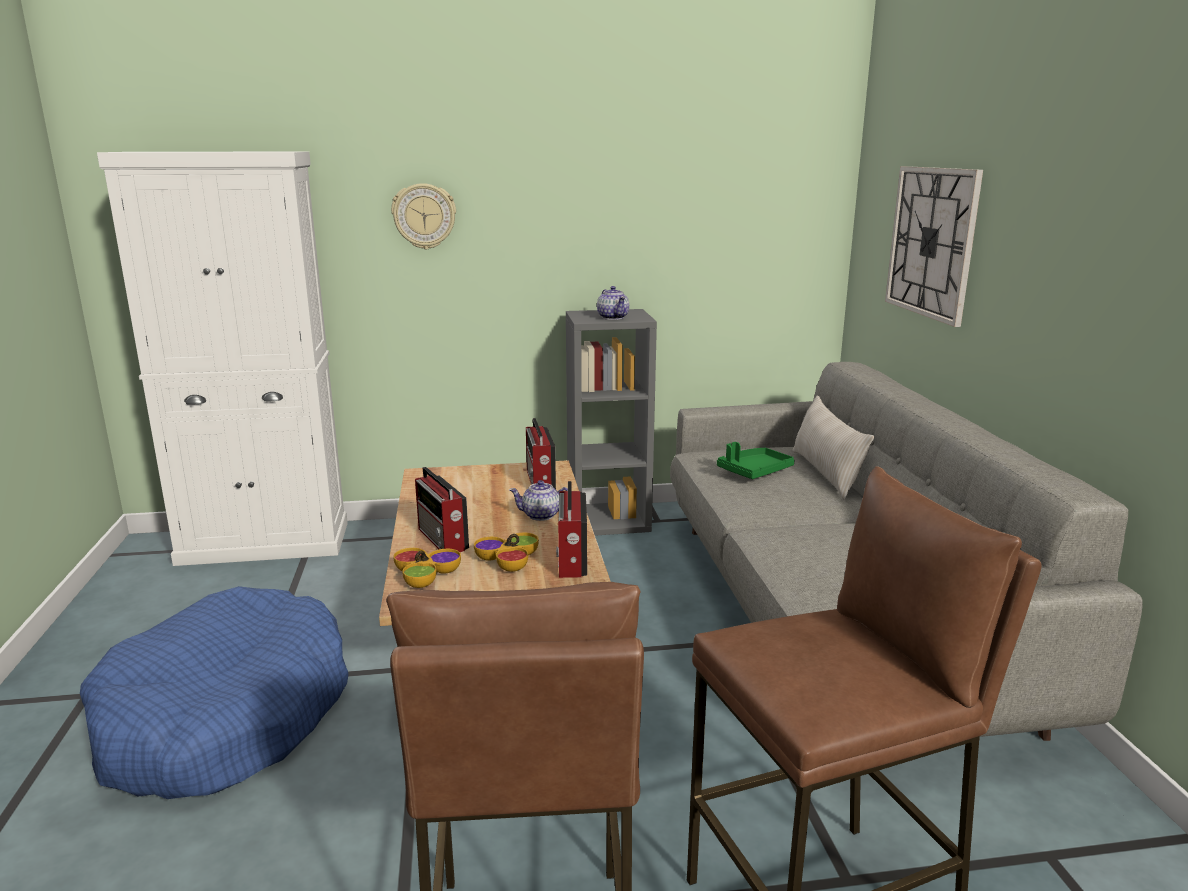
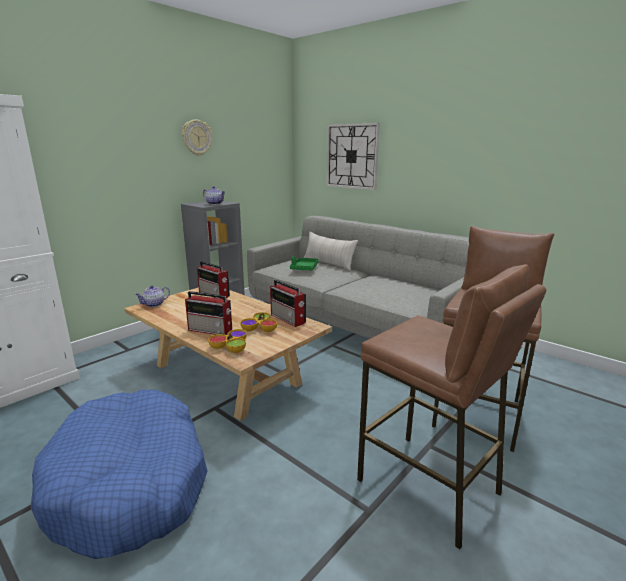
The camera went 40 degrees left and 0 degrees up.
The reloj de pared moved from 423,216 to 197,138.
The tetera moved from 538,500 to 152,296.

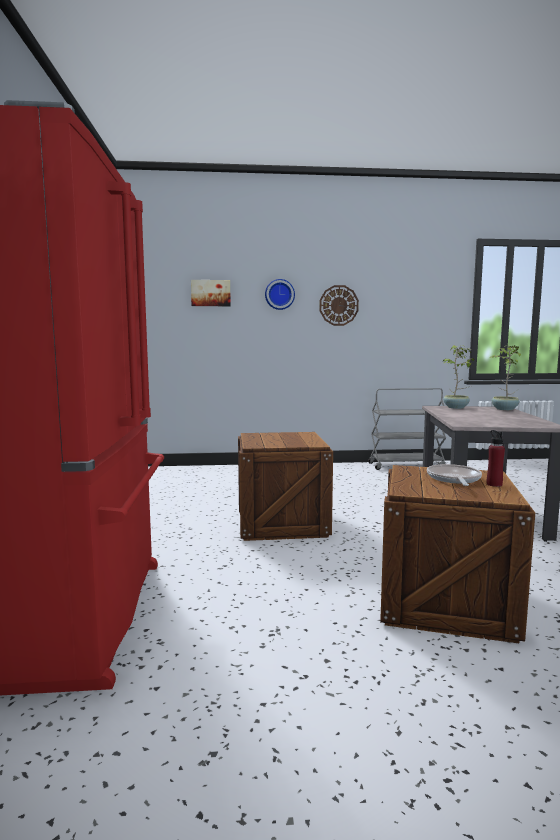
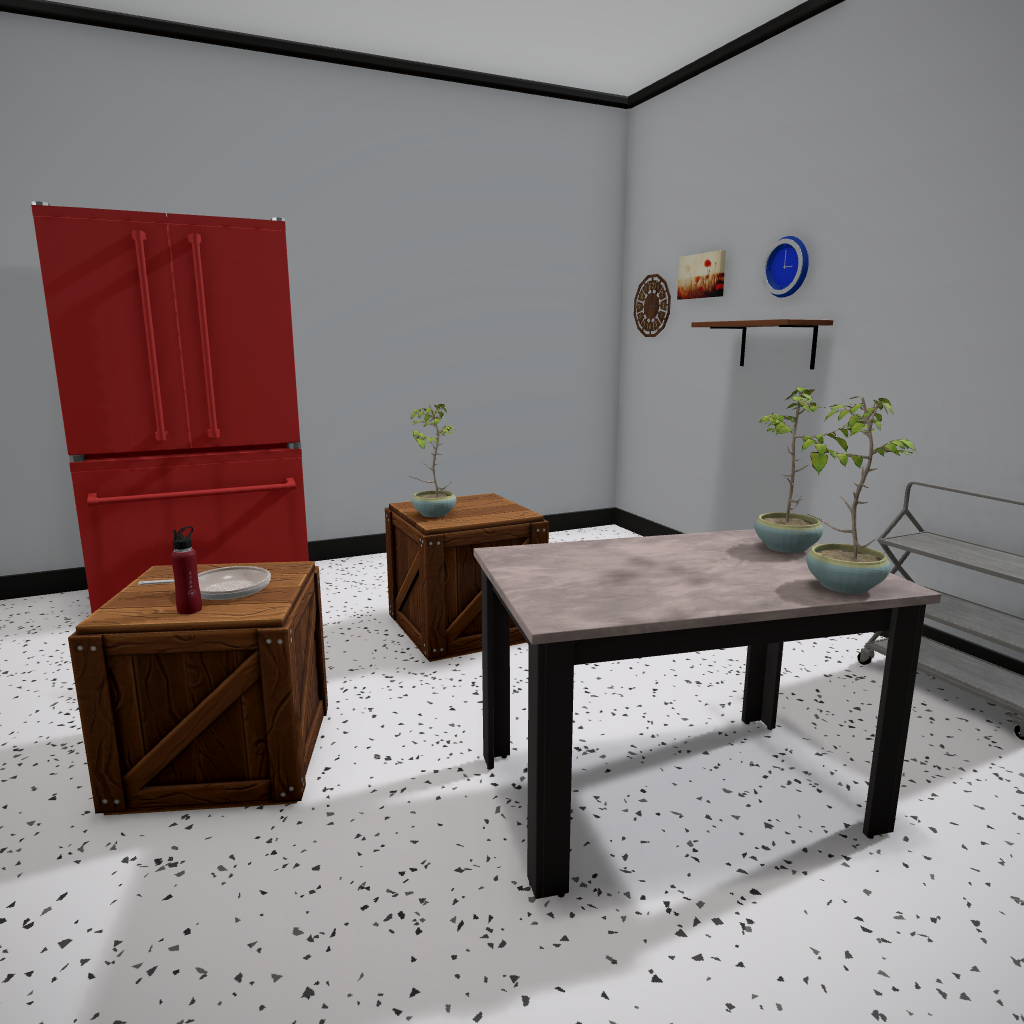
The camera went 70 degrees right and 5 degrees up.
The reloj de pared moved from 339,305 to 652,305.
The planta en maceta at 433,460 appeared.
The estante [marrón] at 762,344 appeared.

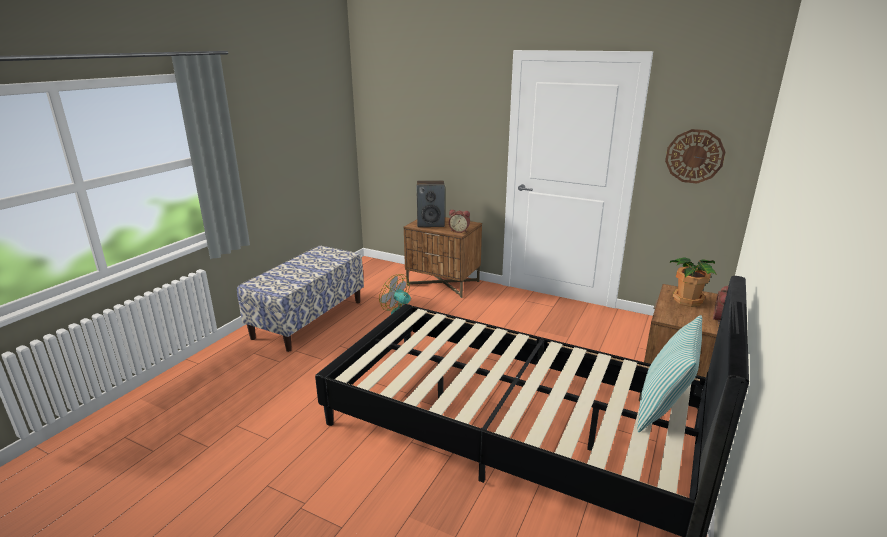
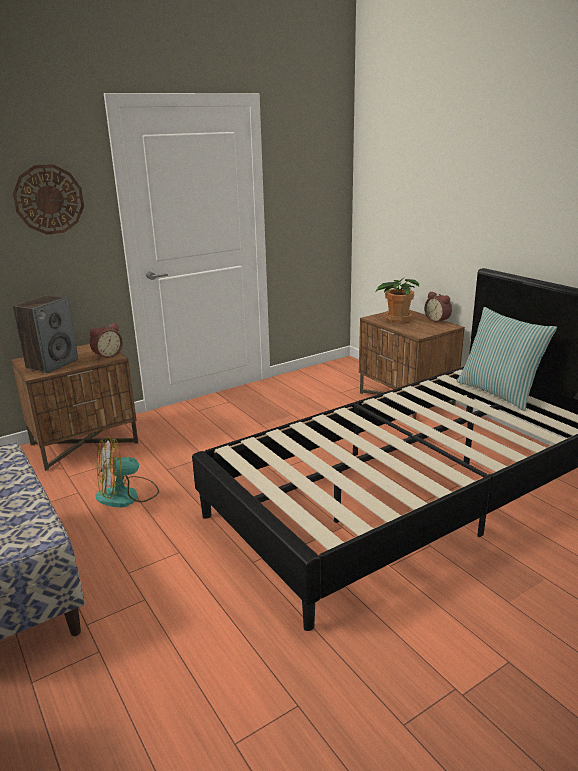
The camera went 60 degrees left and 0 degrees up.
The reloj de pared moved from 695,156 to 48,199.

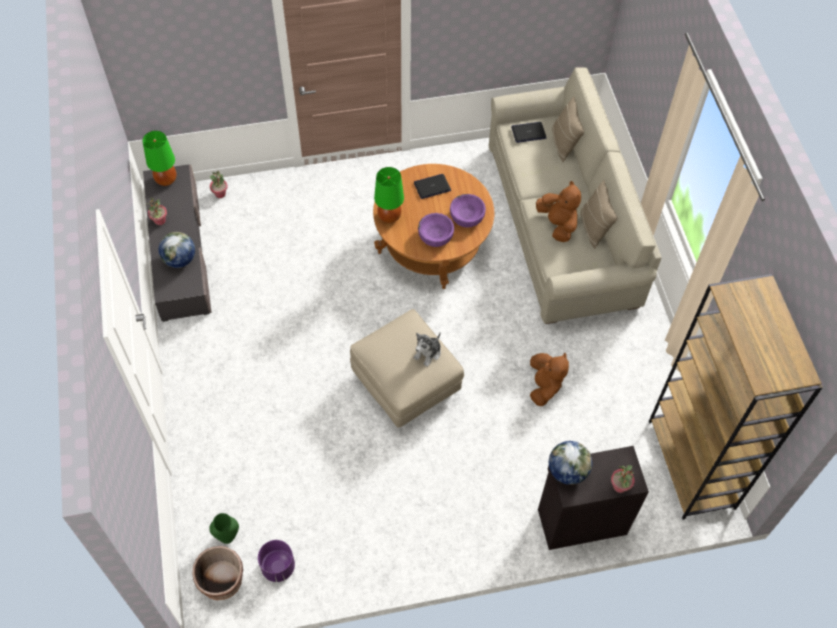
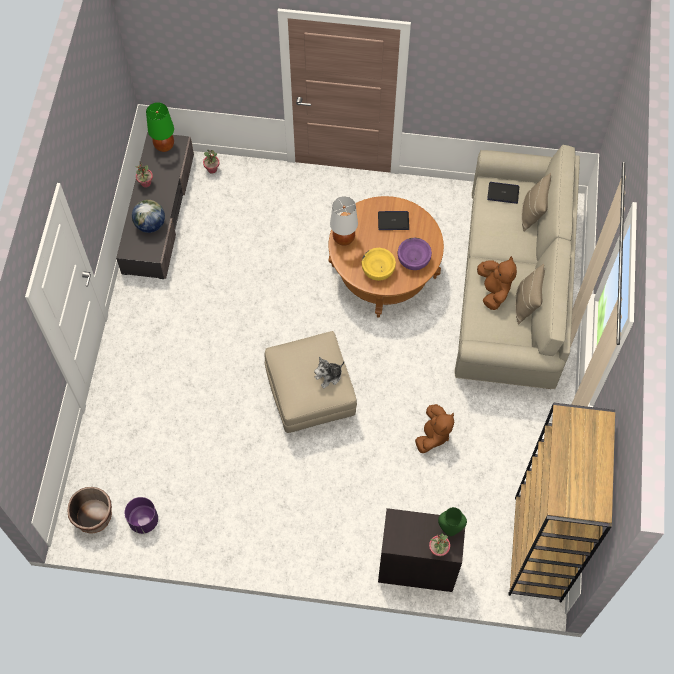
The camera went 20 degrees right and 5 degrees up.
The florero [verde] moved from 224,528 to 452,521.
The lámpara de mesa [verde] at 389,195 became the lámpara de mesa [blanco] at 344,221.
The cuenco [morado] at 436,230 became the cuenco [amarillo] at 378,264.
The globo terráqueo at 570,463 disappeared.

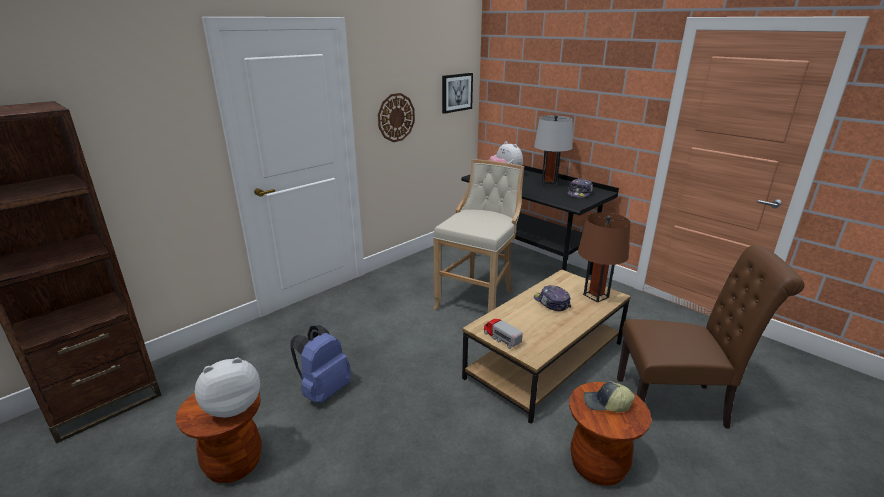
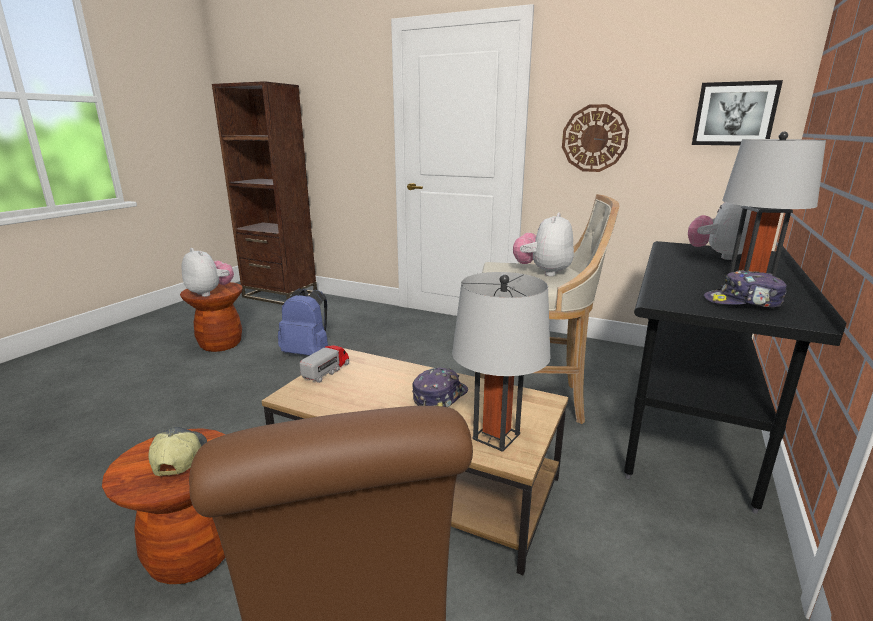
The camera went 70 degrees right and 5 degrees down.
The lámpara de mesa [marrón] at 604,257 became the lámpara de mesa [gris] at 501,362.
The peluche at 543,244 appeared.

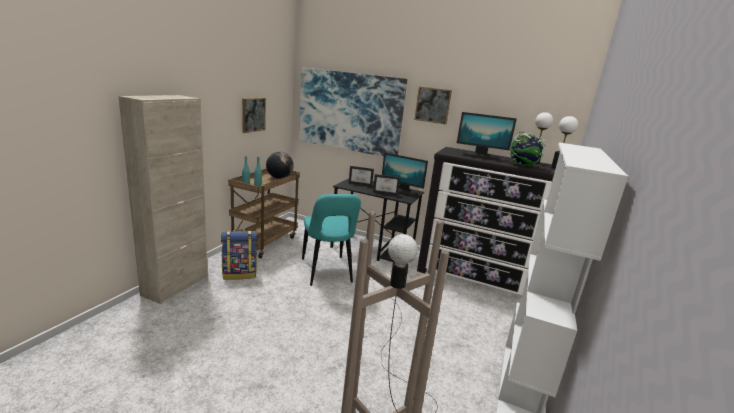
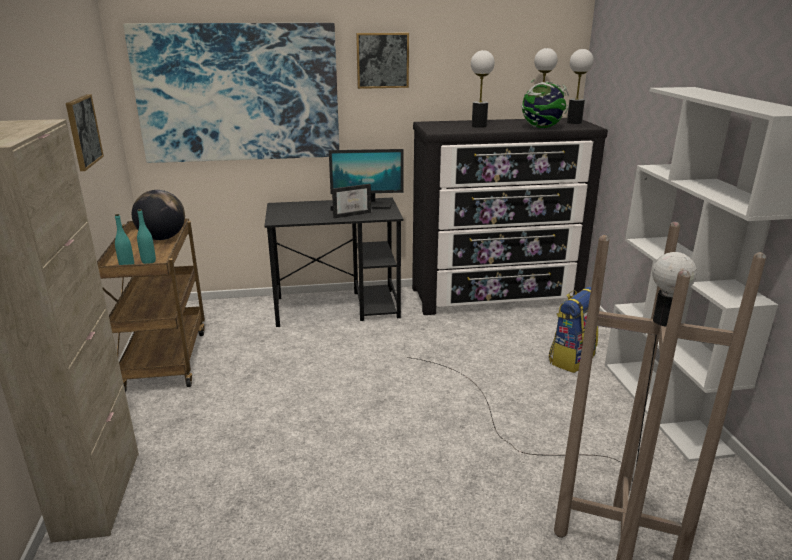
The camera went 30 degrees left and 5 degrees up.
The mochila moved from 239,254 to 573,330.
The silla [turquesa] at 331,240 disappeared.
The portarretratos at 361,176 disappeared.
The monitor at 487,136 was replaced by the lámpara de mesa at 483,89.

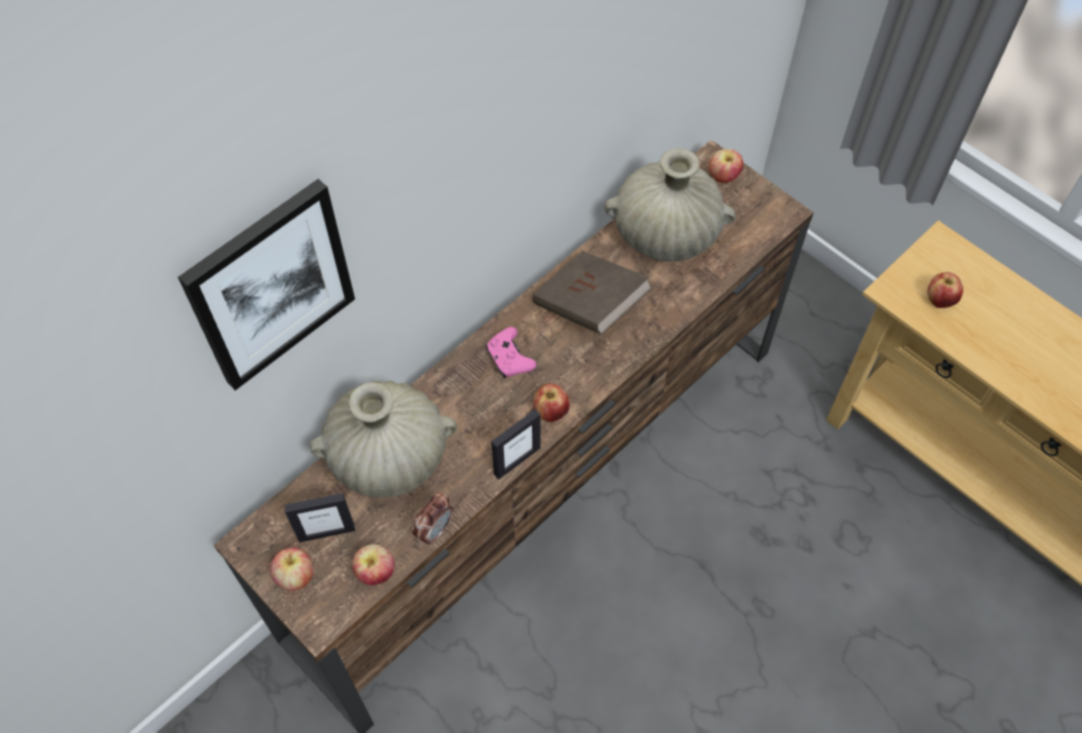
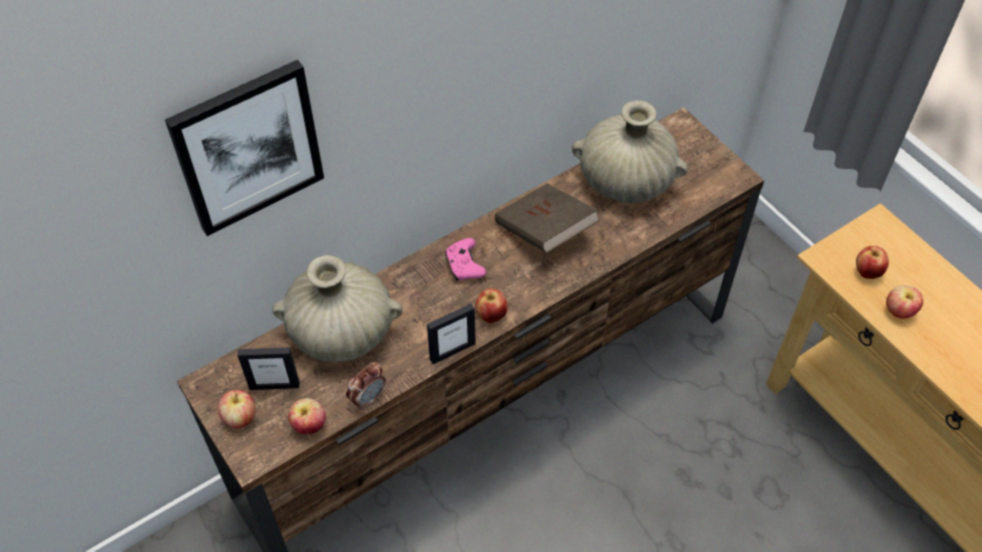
The camera went 10 degrees right and 5 degrees down.
The manzana moved from 726,166 to 904,301.

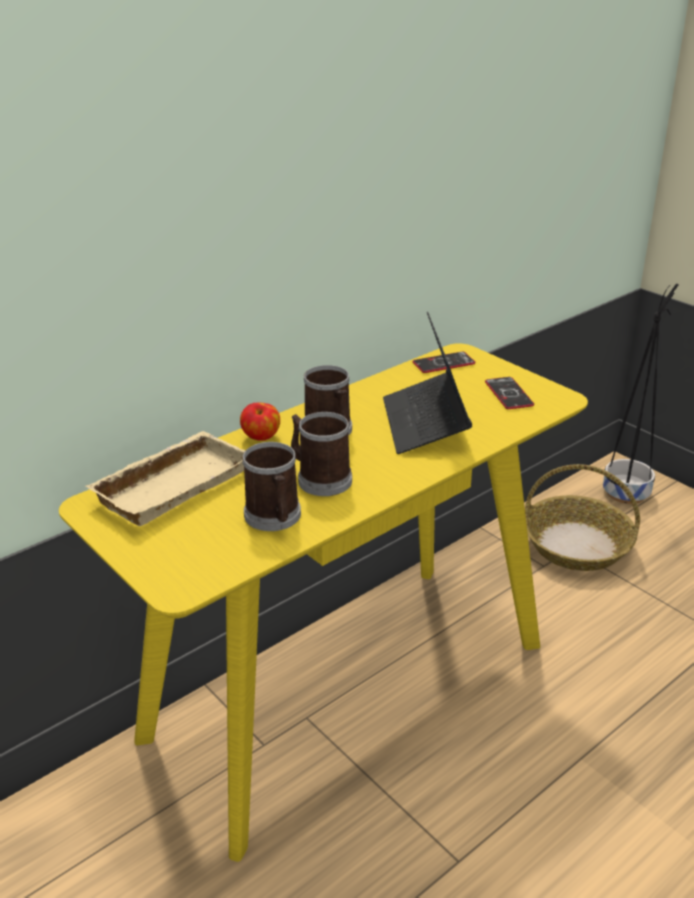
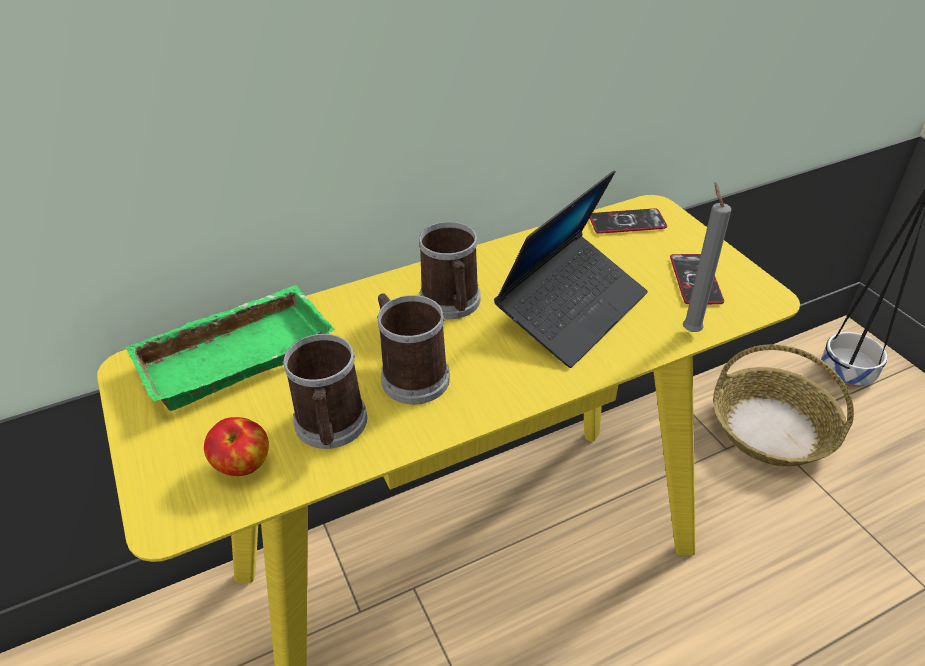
The camera went 15 degrees right and 10 degrees up.
The bandeja [beis] at 165,478 became the bandeja [verde] at 230,348.
The manzana moved from 260,422 to 236,446.
The portátil at 427,383 turned 150 degrees counterclockwise.
The vela [gris] at 707,257 appeared.

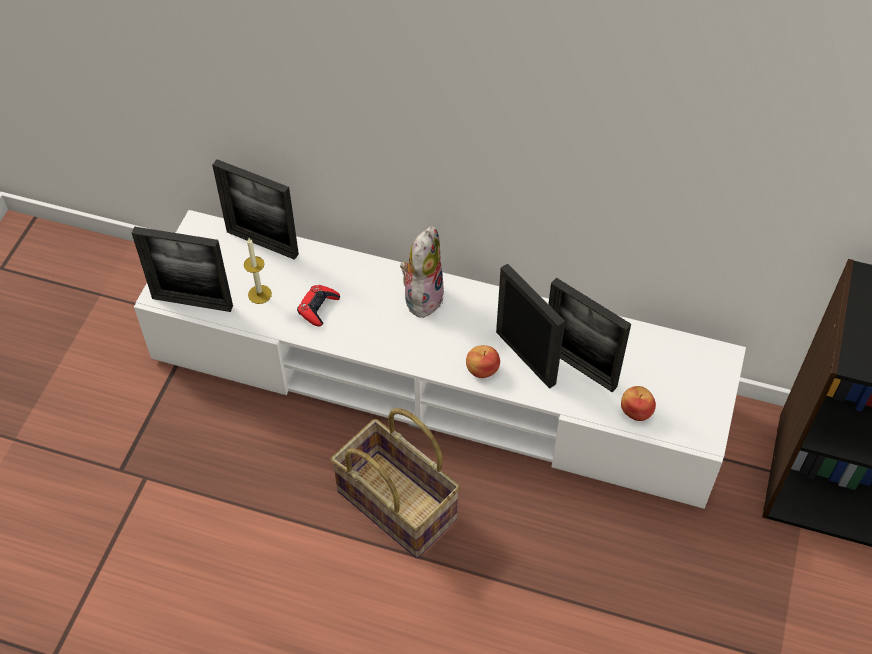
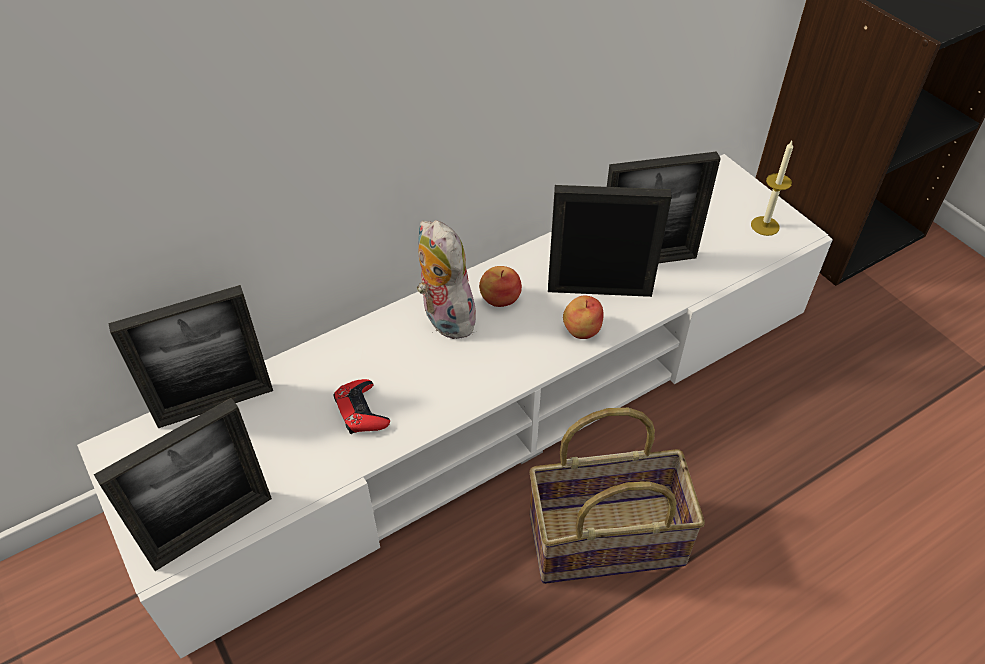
The camera went 50 degrees left and 5 degrees down.
The vela moved from 258,271 to 772,188.
The manzana moved from 638,403 to 500,286.

